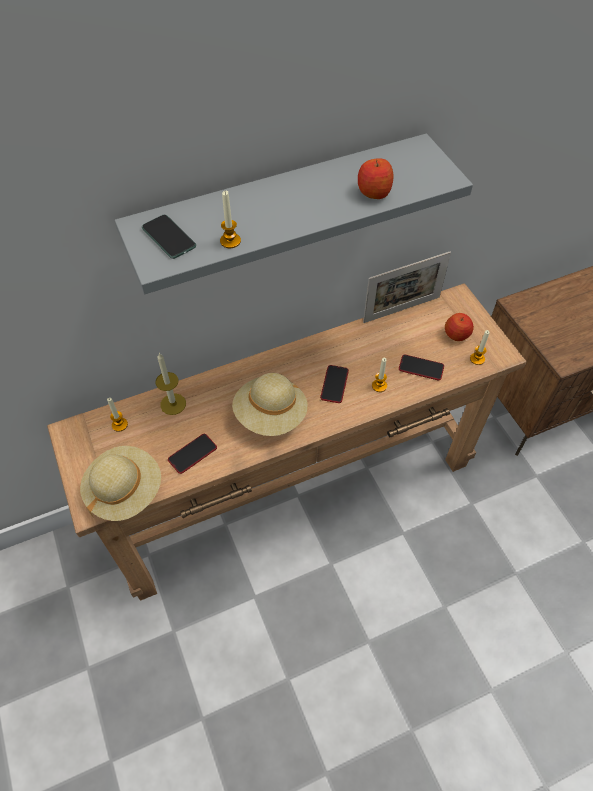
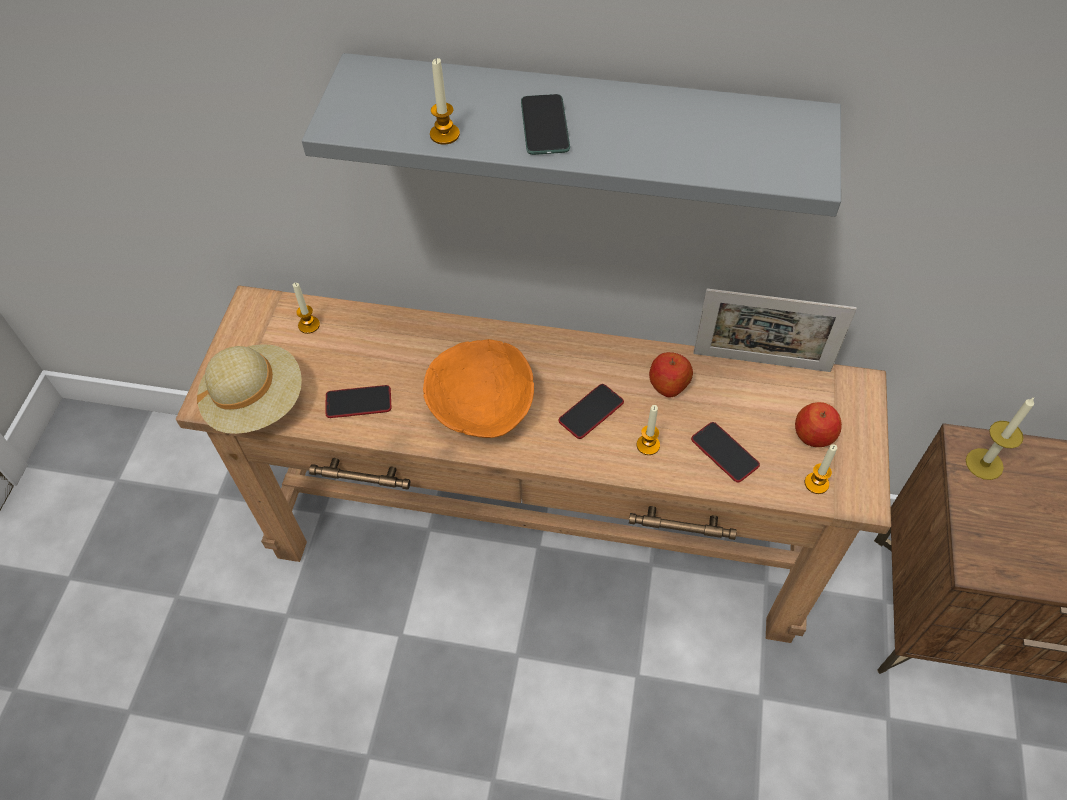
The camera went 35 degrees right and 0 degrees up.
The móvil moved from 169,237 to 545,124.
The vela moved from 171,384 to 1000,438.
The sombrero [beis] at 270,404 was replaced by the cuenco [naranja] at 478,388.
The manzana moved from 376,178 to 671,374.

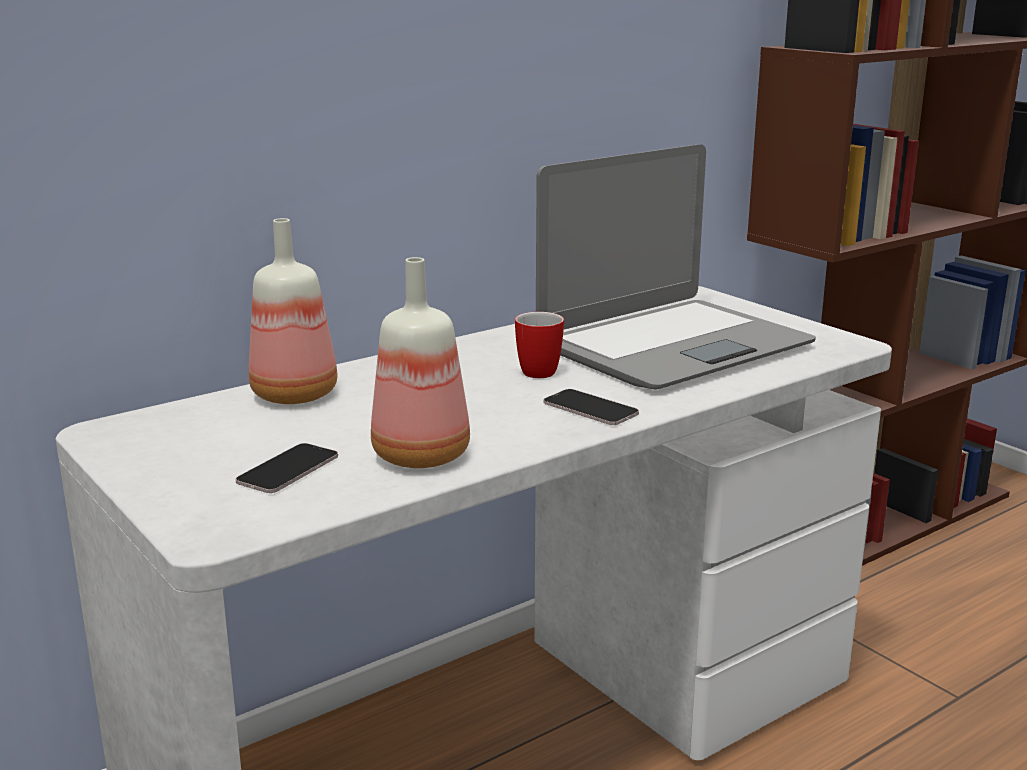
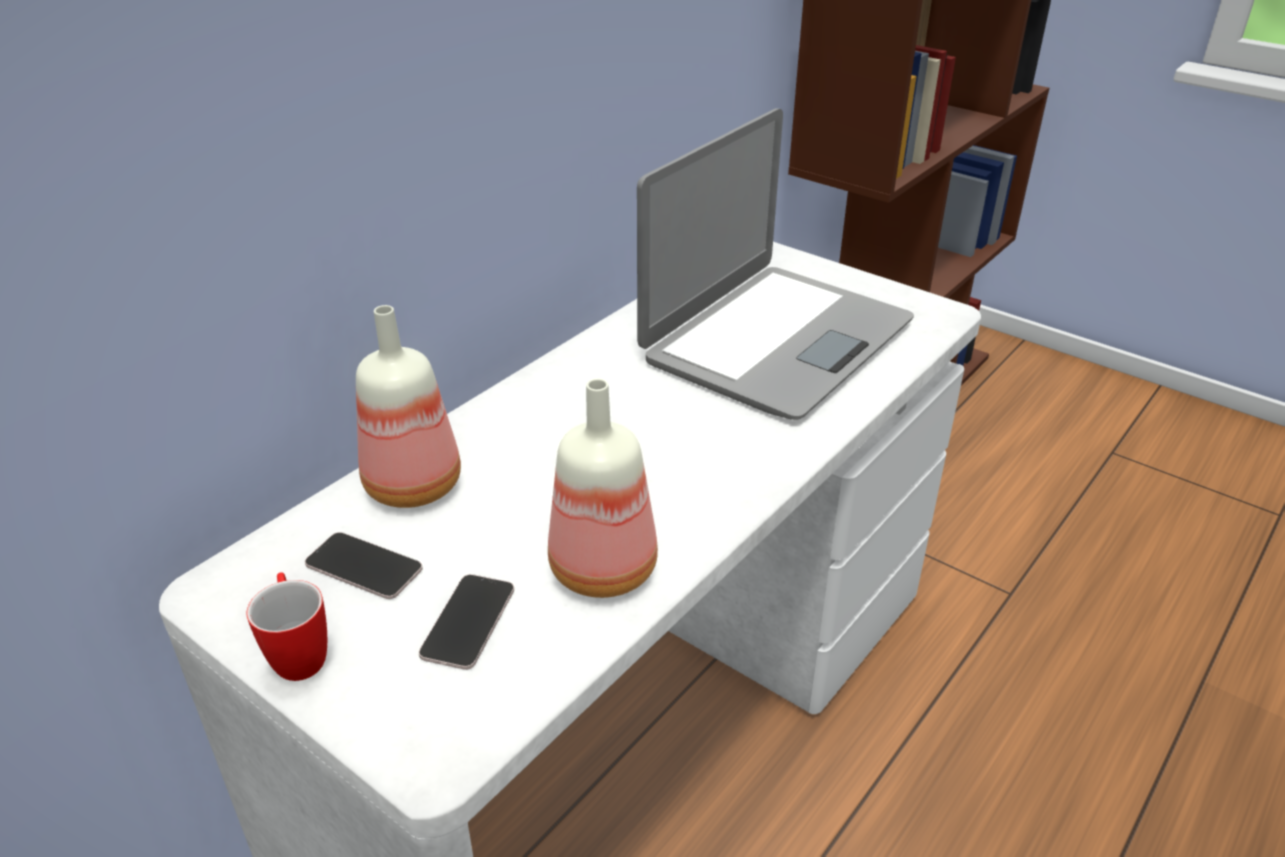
The camera went 15 degrees left and 15 degrees up.
The taza grande moved from 539,345 to 287,626.
The móvil moved from 591,407 to 364,565.

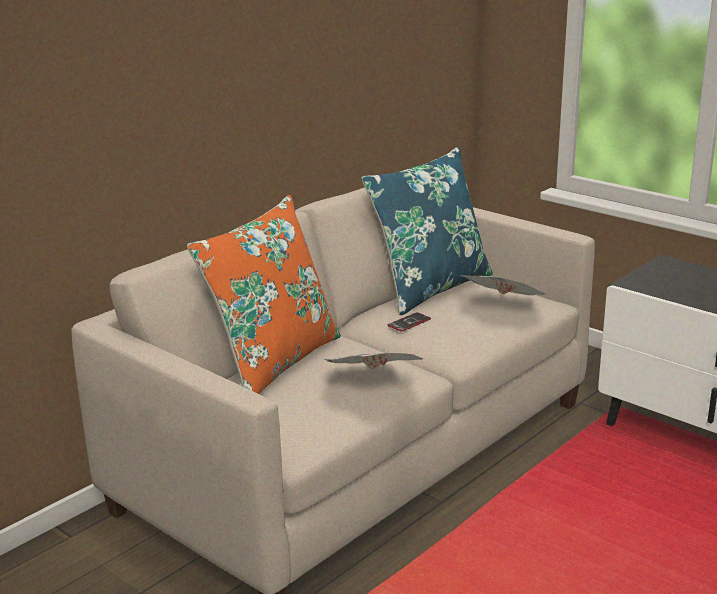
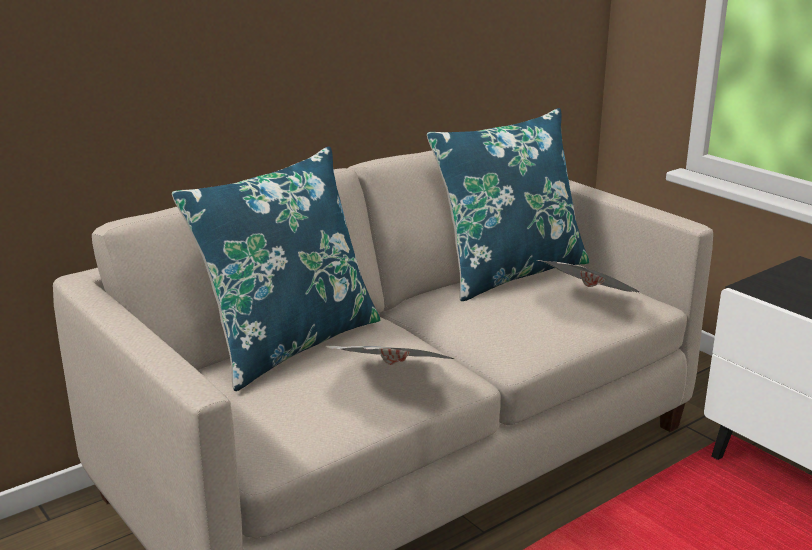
The camera went 10 degrees right and 0 degrees up.
The cojín [naranja] at 264,294 became the cojín [azul] at 276,268.
The móvil at 409,322 disappeared.

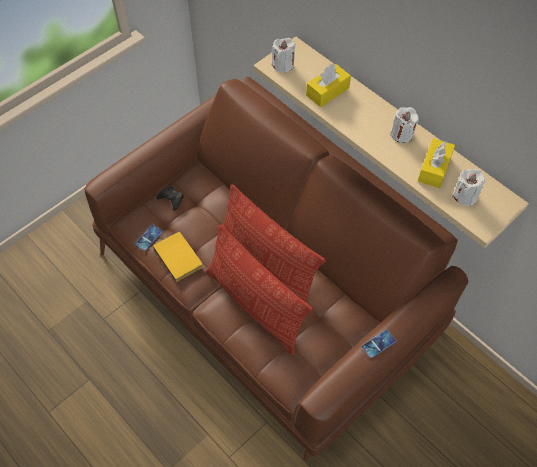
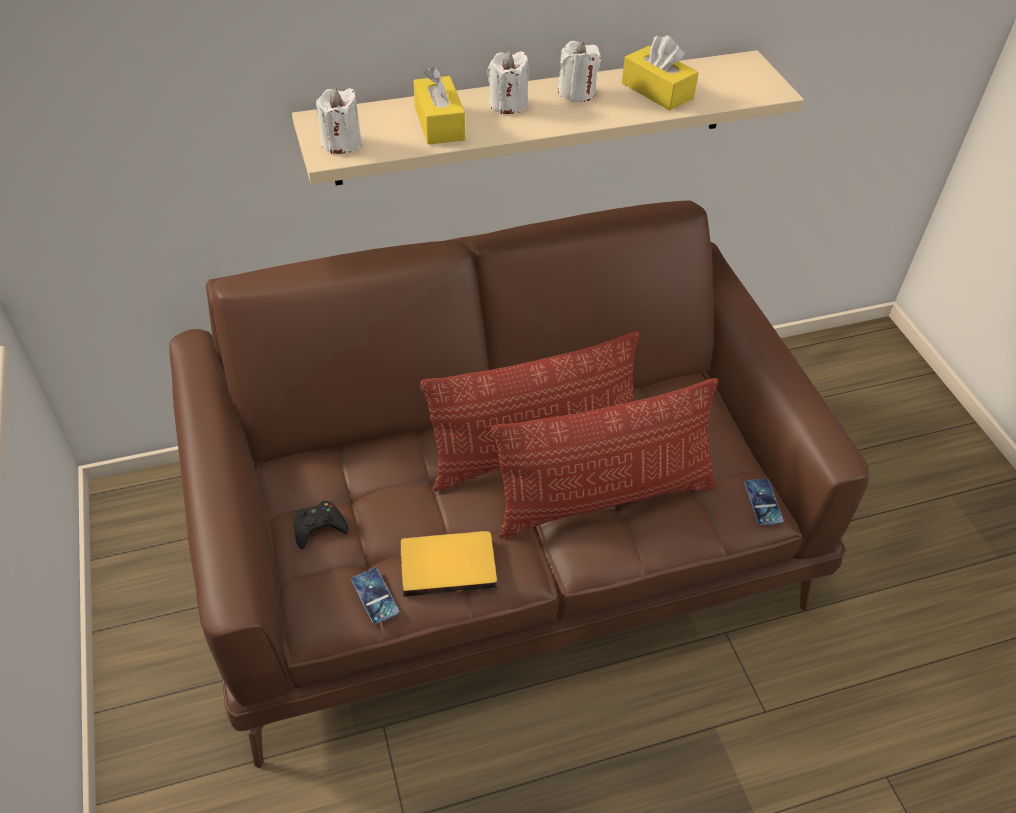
The camera went 65 degrees left and 10 degrees down.
The móvil moved from 378,344 to 764,502.
The vela [blanco] moved from 468,187 to 508,82.

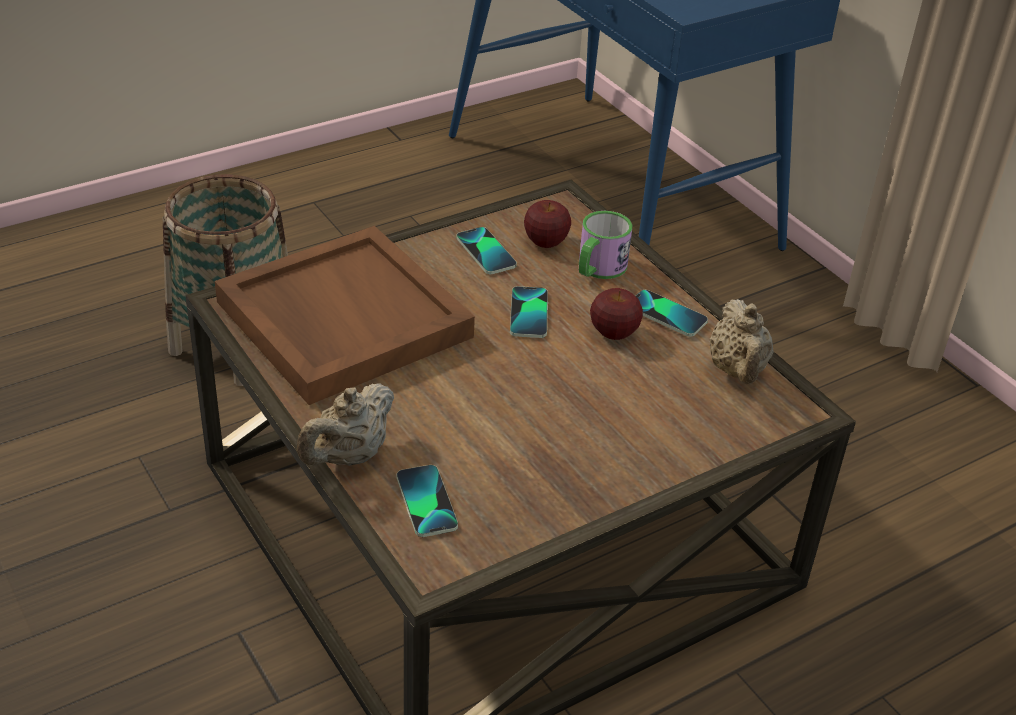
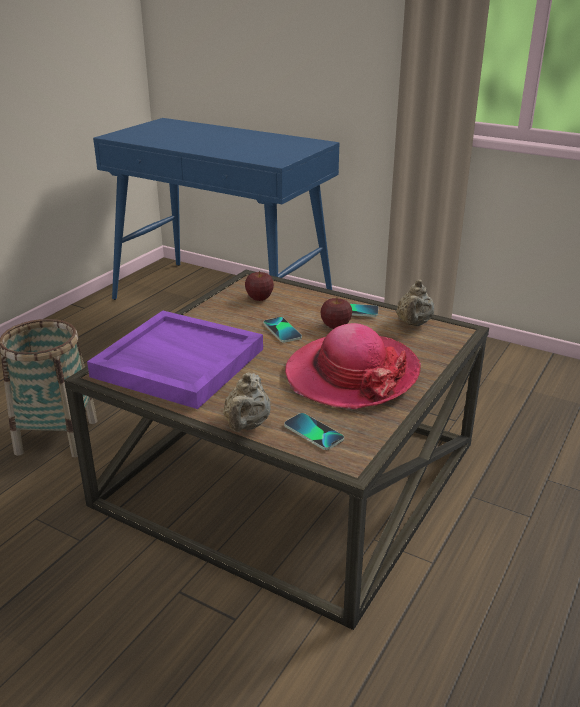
The camera went 25 degrees left and 10 degrees down.
The bandeja [marrón] at 345,315 became the bandeja [morado] at 175,360.
The móvil at 486,250 disappeared.
The taza grande at 605,245 disappeared.
The tetera [beis] at 741,341 turned 45 degrees clockwise.
The sombrero at 353,366 appeared.

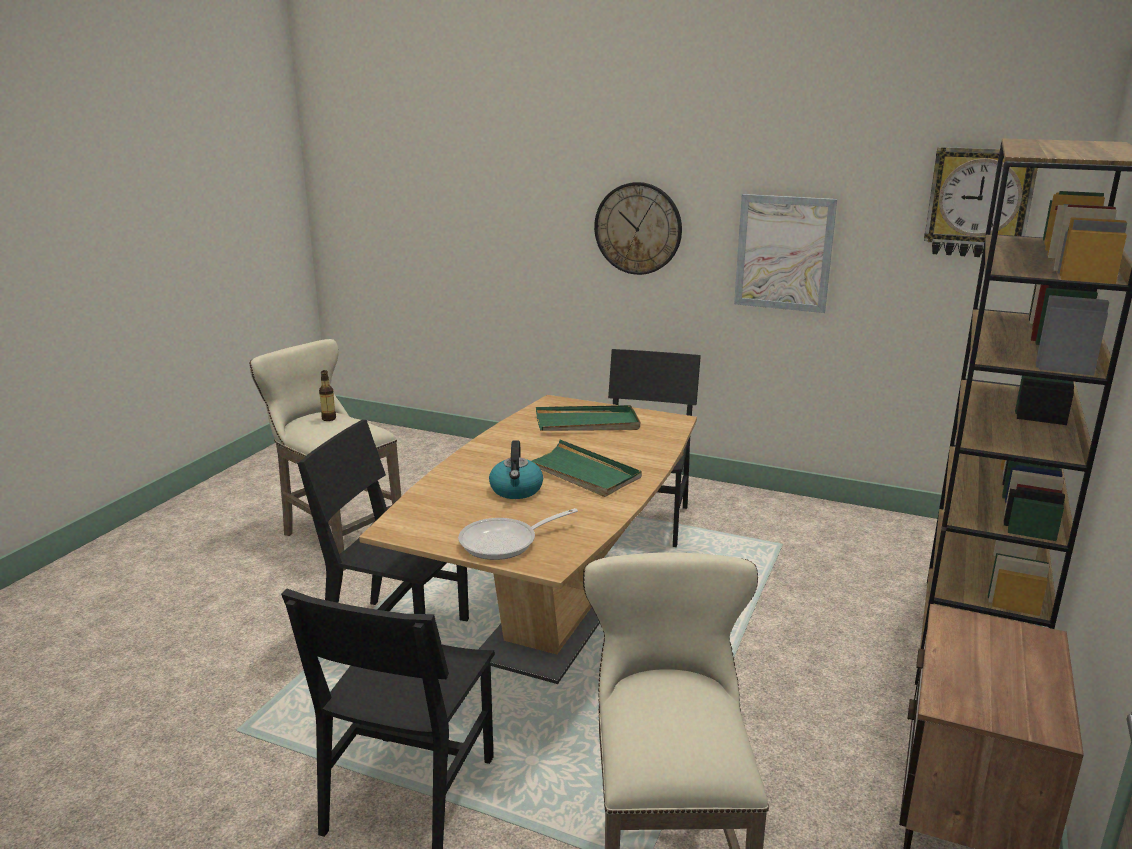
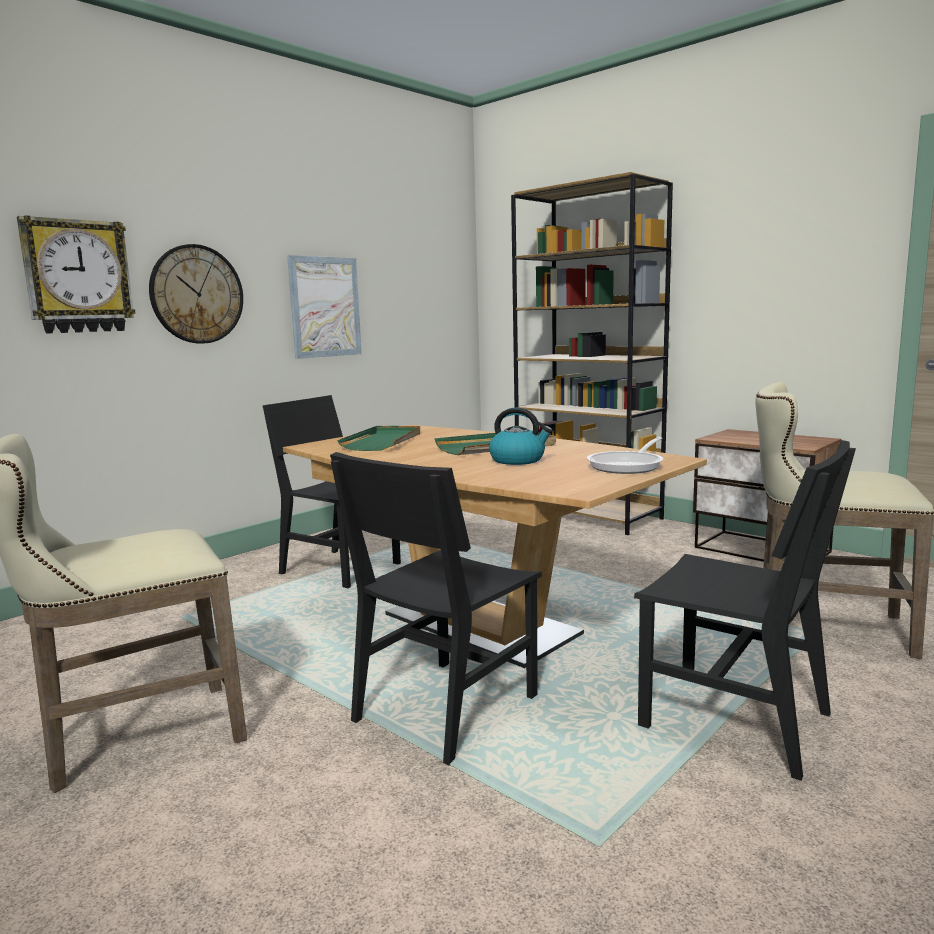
The camera went 70 degrees left and 10 degrees down.
The botella at 327,395 disappeared.
The sartén at 518,534 turned 45 degrees clockwise.
The reloj de pared moved from 981,202 to 76,274.

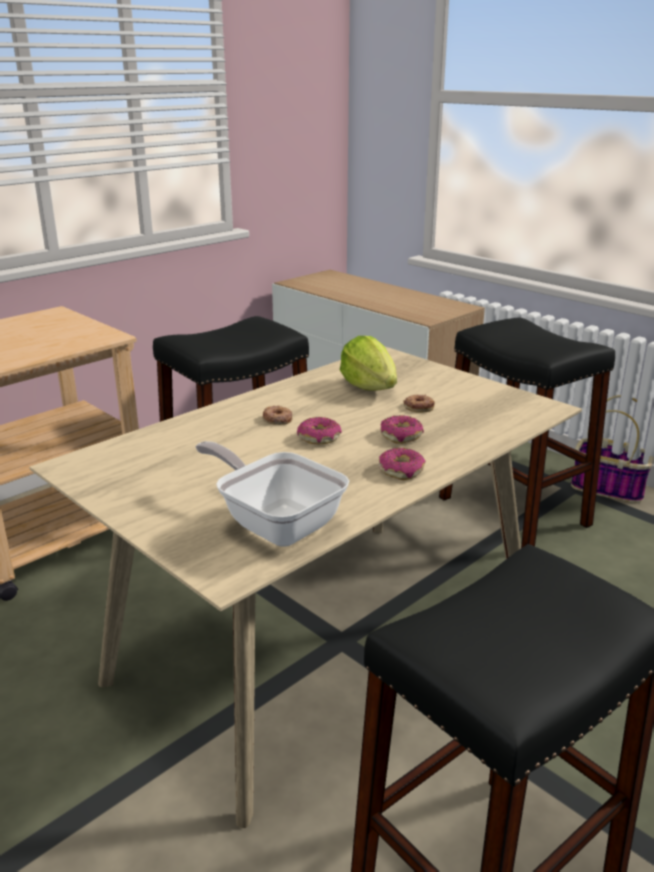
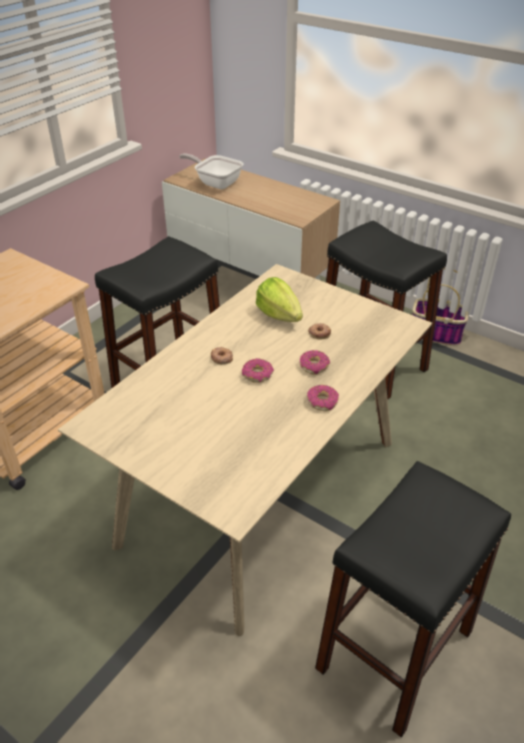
The camera went 10 degrees left and 15 degrees up.
The sartén moved from 272,494 to 211,171.

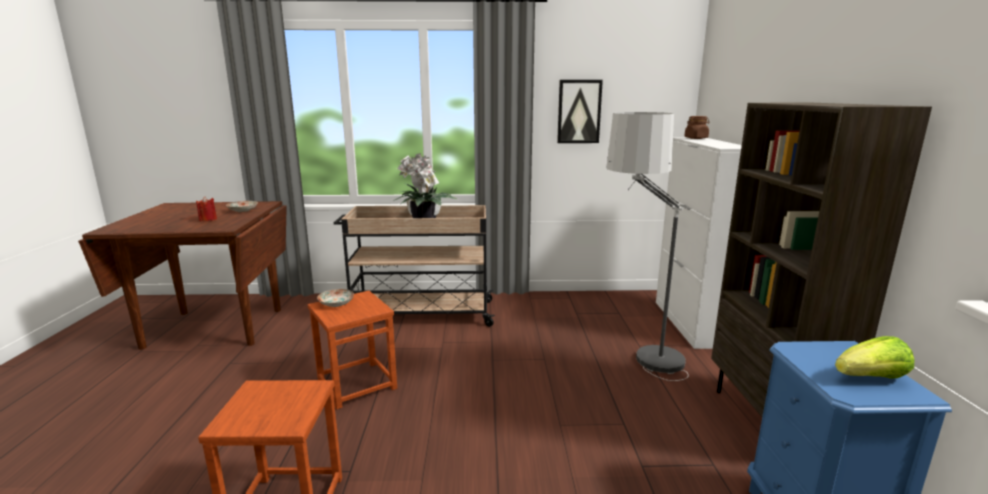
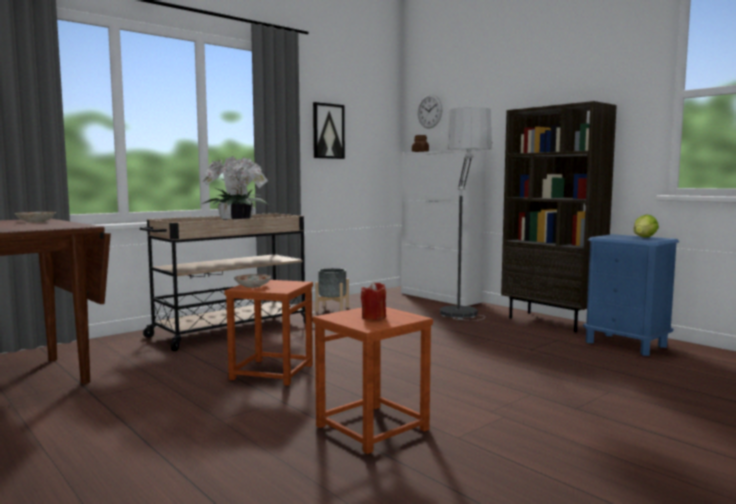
The camera went 40 degrees left and 10 degrees down.
The vela [rojo] moved from 206,209 to 373,301.
The maceta [gris] at 332,290 appeared.
The reloj de pared at 430,111 appeared.

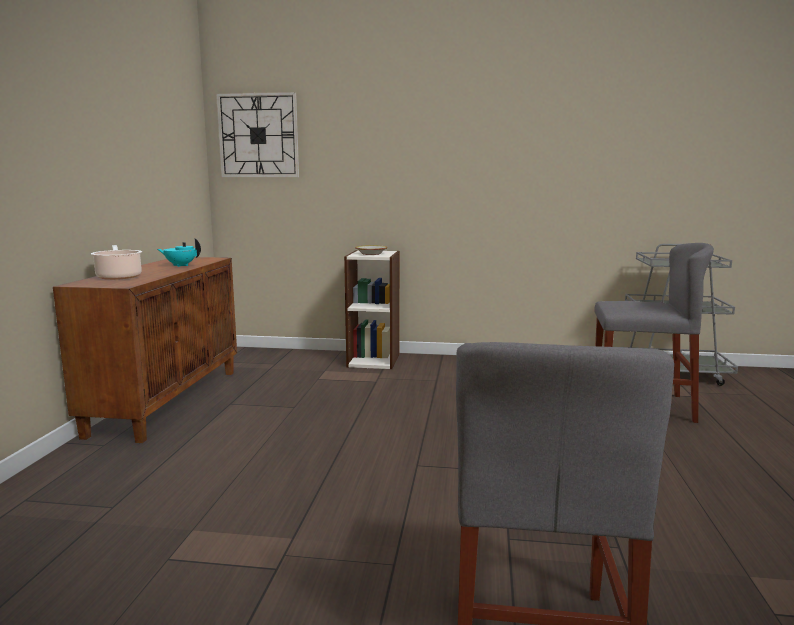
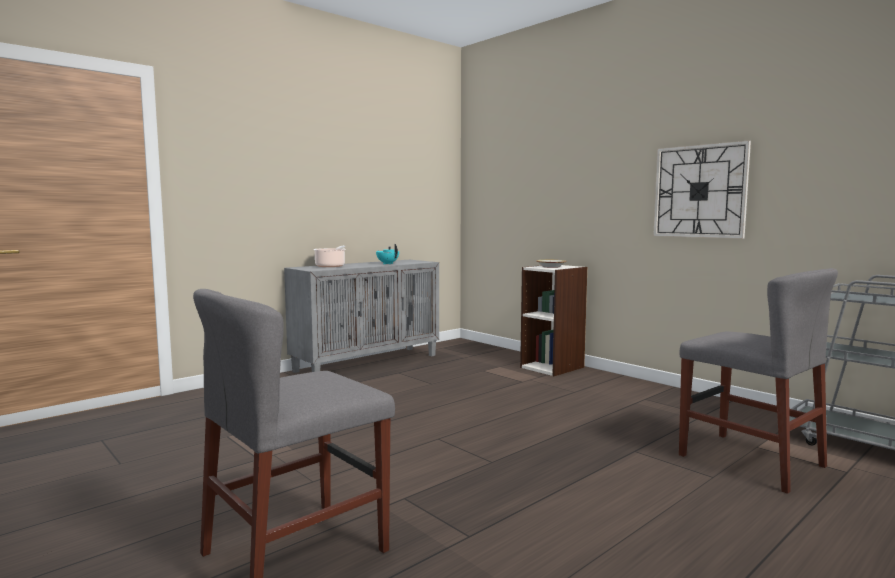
The camera went 40 degrees right and 5 degrees down.
The armario [marrón] at 145,350 became the armario [gris] at 361,316.
The reloj de pared moved from 257,134 to 702,190.

